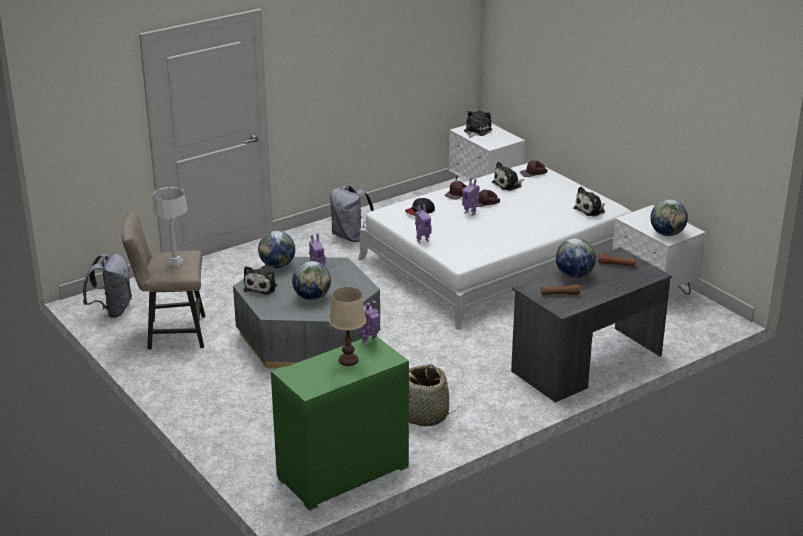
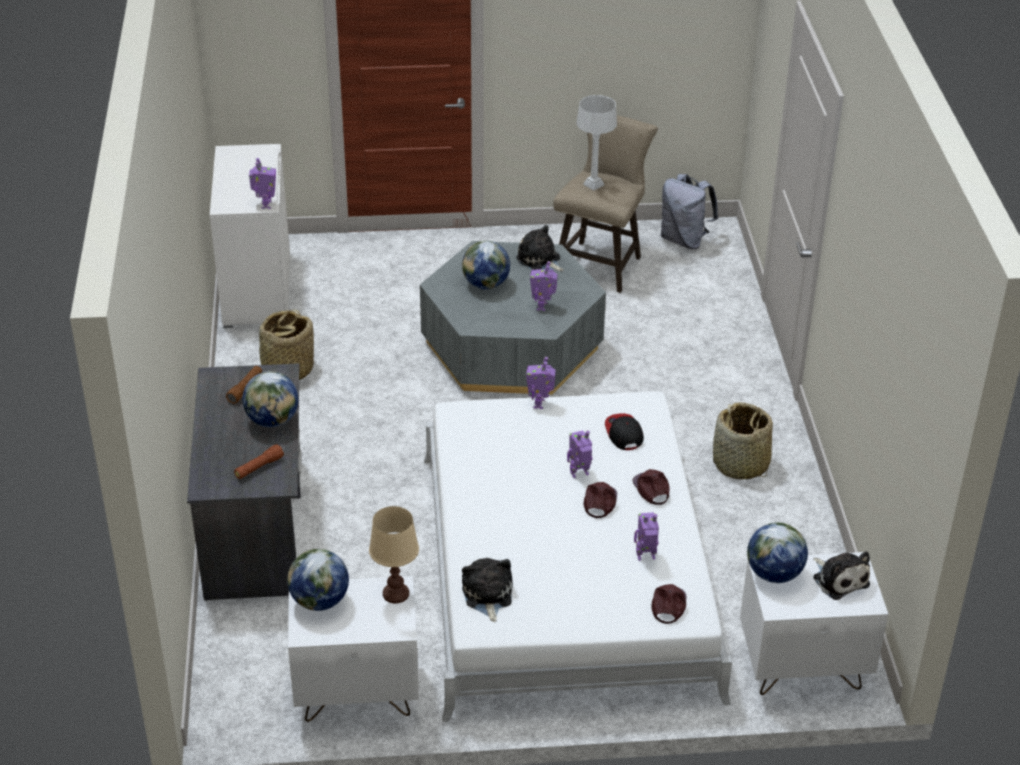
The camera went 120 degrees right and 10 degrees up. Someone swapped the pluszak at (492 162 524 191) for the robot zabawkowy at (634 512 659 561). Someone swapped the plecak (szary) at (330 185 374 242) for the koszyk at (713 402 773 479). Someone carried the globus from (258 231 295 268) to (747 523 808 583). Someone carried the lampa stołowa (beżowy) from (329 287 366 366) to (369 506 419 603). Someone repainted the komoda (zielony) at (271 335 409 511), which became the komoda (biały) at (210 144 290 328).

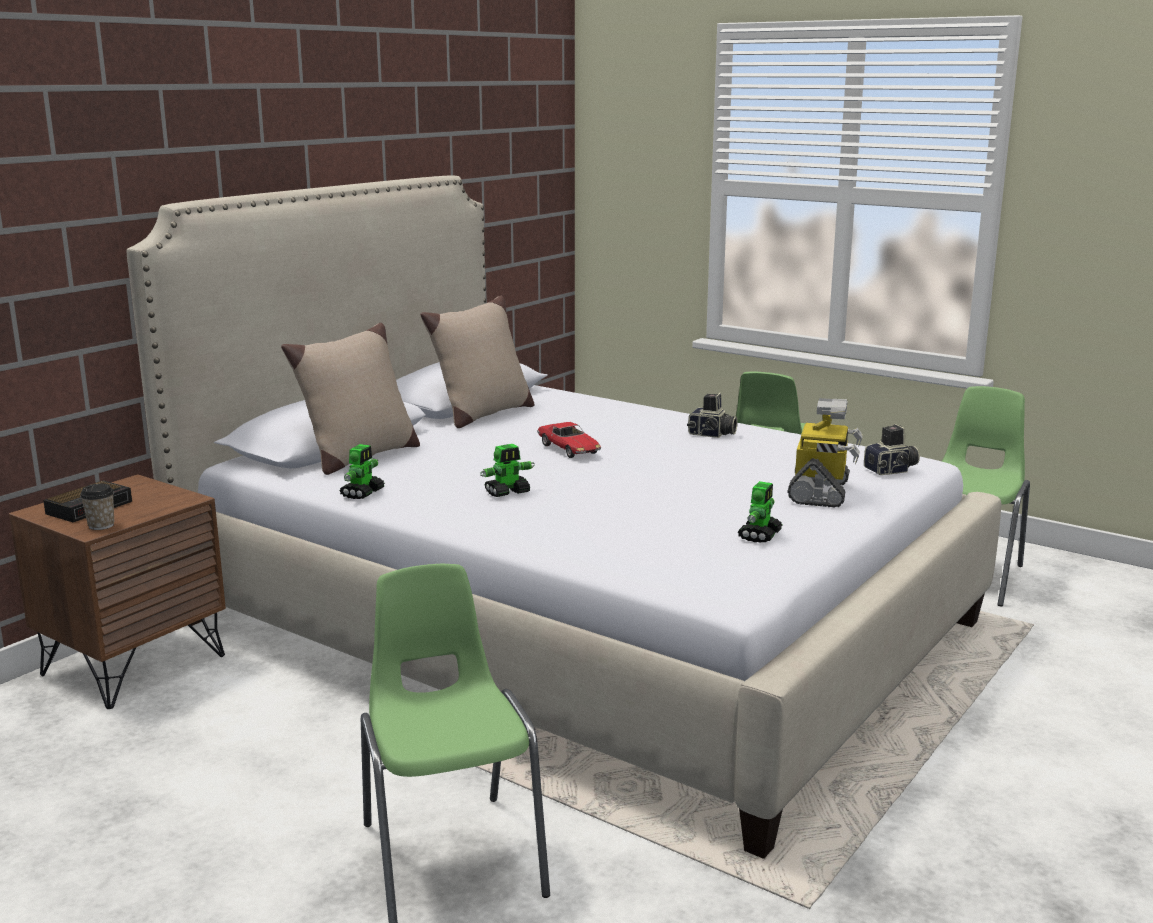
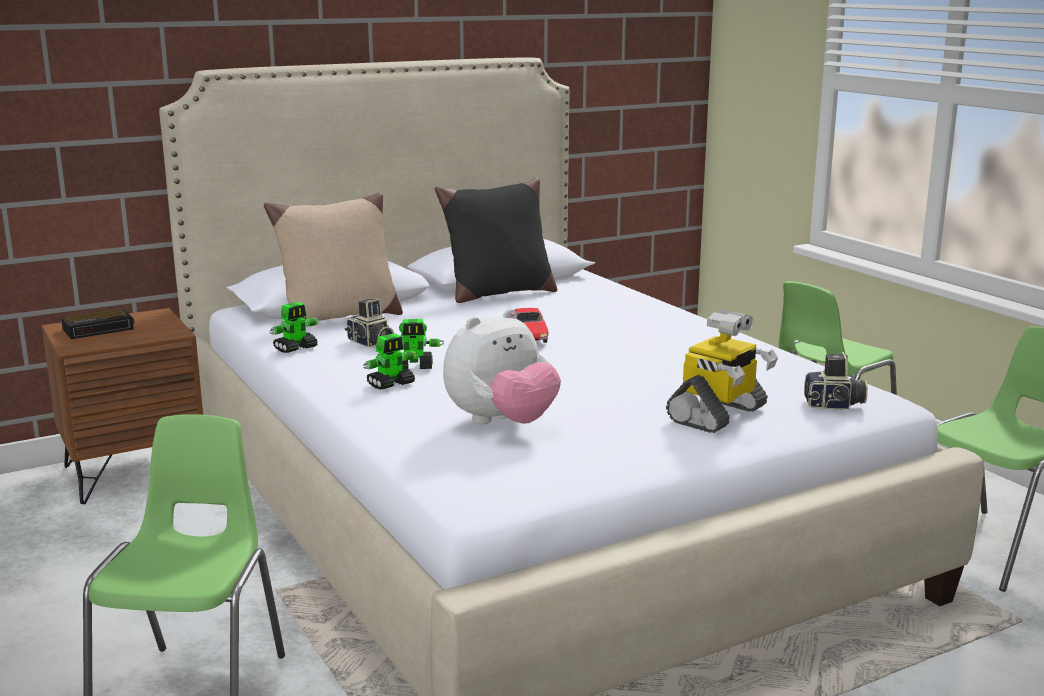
The camera went 25 degrees right and 0 degrees up. Someone repainted the poduszka (beżowy) at (420 296 534 428), which became the poduszka (czarny) at (435 178 557 303). Someone carried the aparat fotograficzny from (687 393 738 438) to (345 299 394 347). Someone carried the robot zabawkowy from (738 481 782 543) to (363 333 418 390). Someone took away the filiżanka at (80 484 114 530). Someone put down the pluszak at (443 309 561 424).

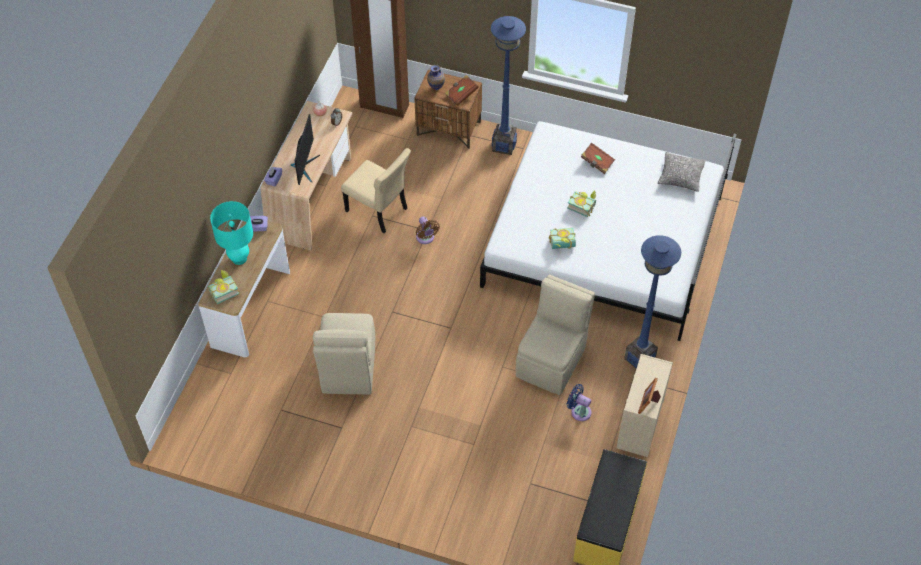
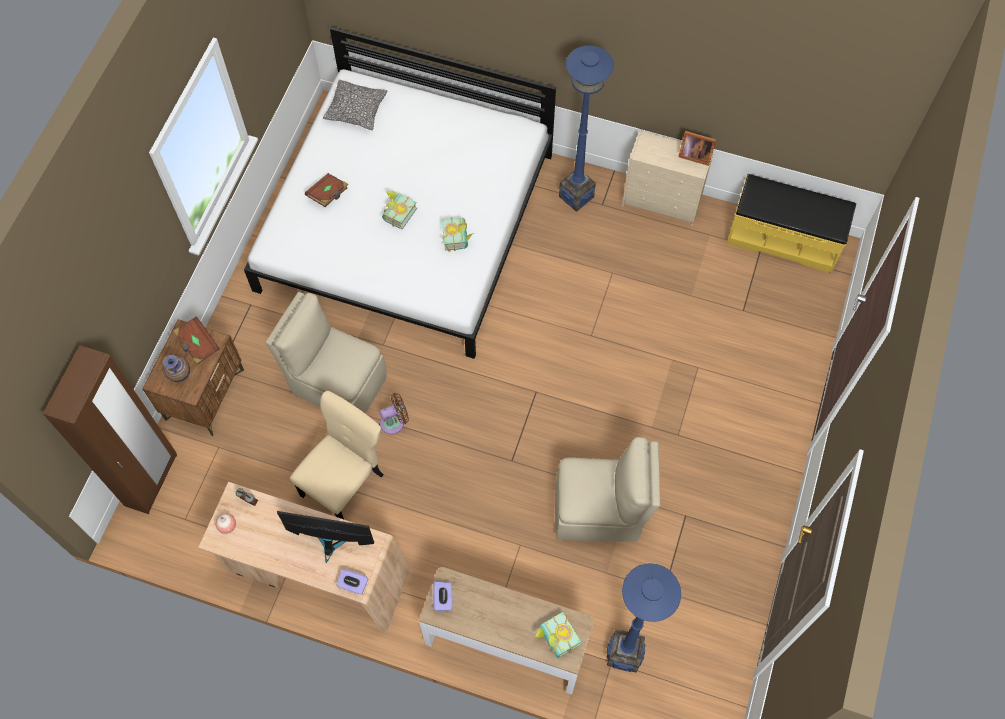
The camera went 90 degrees left and 10 degrees up. Someone carried the lampa stojąca (niebieski) from (491 16 526 155) to (606 563 681 672). Someone took away the lampa stołowa (turkusowy) at (210 201 253 265). Someone carried the krzesło (beżowy) from (516 275 595 395) to (265 292 387 414). Someone took away the wentylator (niebieski) at (567 384 591 421).

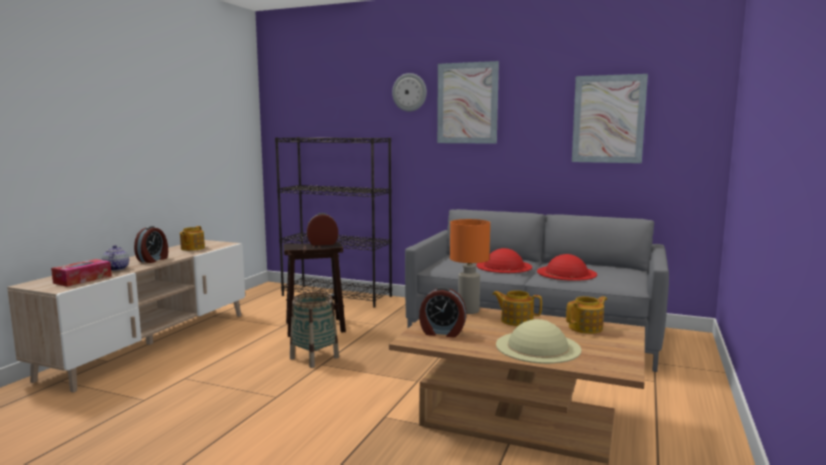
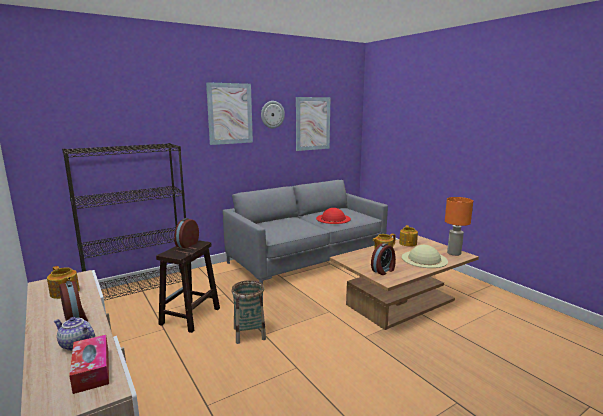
The camera went 55 degrees left and 5 degrees up. Someone carried the zegar ścienny from (392 73 427 111) to (261 101 285 128). Someone carried the lampa stołowa (pomarańczowy) from (450 219 490 314) to (445 197 473 256). Someone took away the kapelusz (czerwony) at (476 248 532 273).

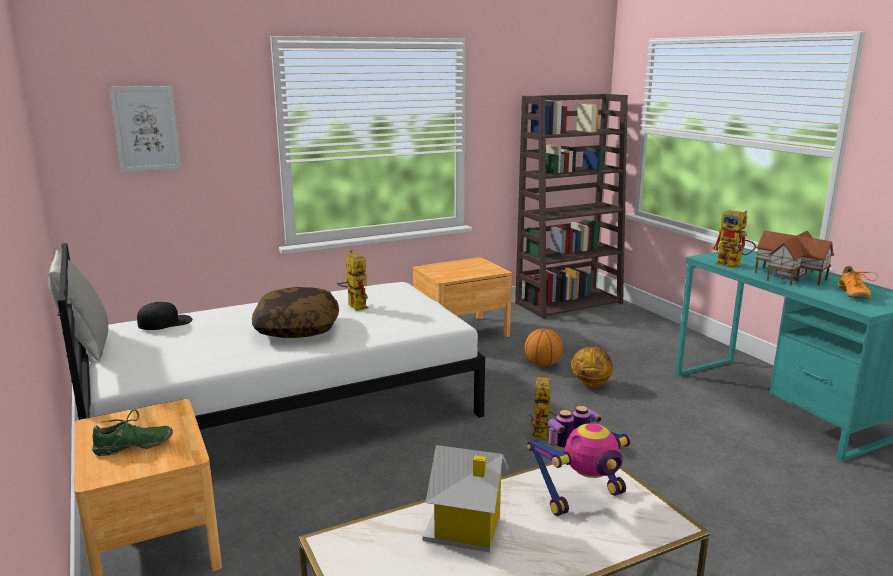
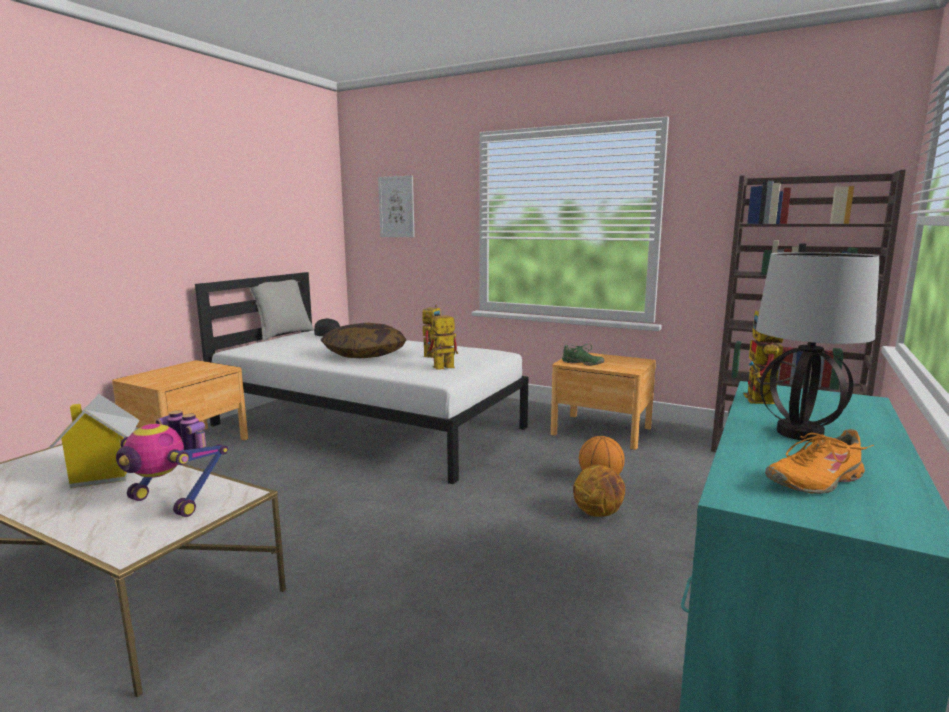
The camera went 55 degrees right and 5 degrees down. Someone swapped the domek at (755 230 834 286) for the lampa stołowa at (756 252 880 441). Someone carried the robot zabawkowy from (528 377 557 439) to (426 314 458 370). Someone carried the but (zielony) from (92 409 173 456) to (562 344 604 366).

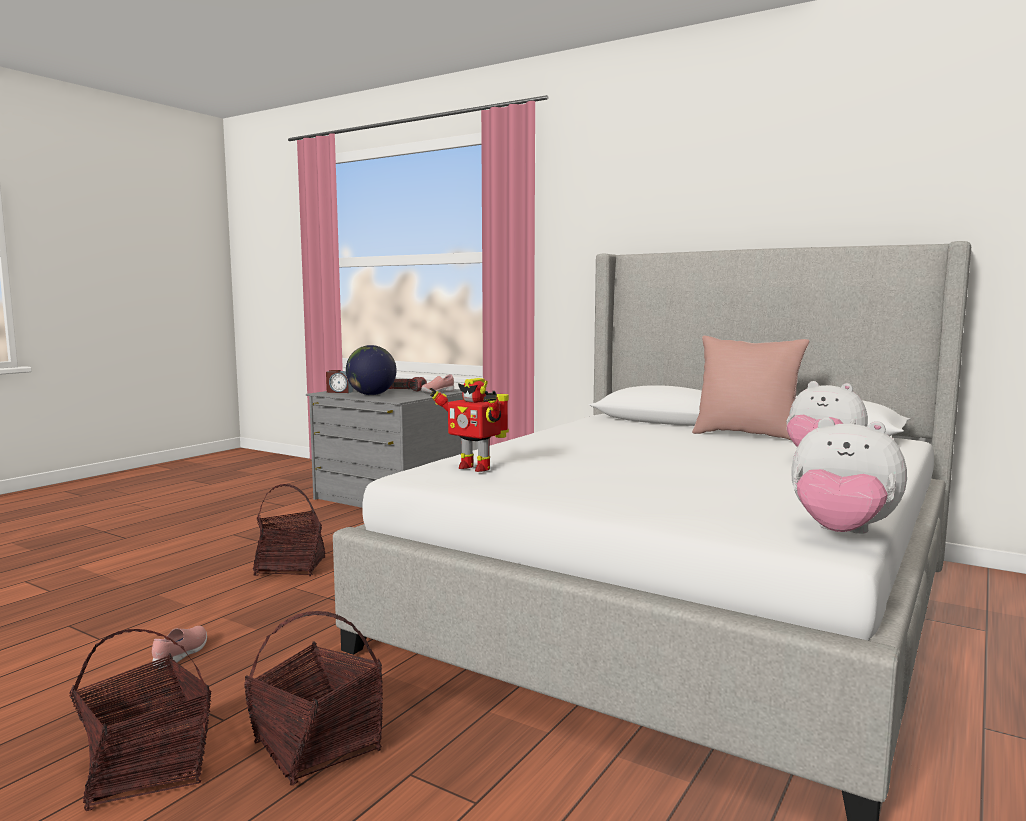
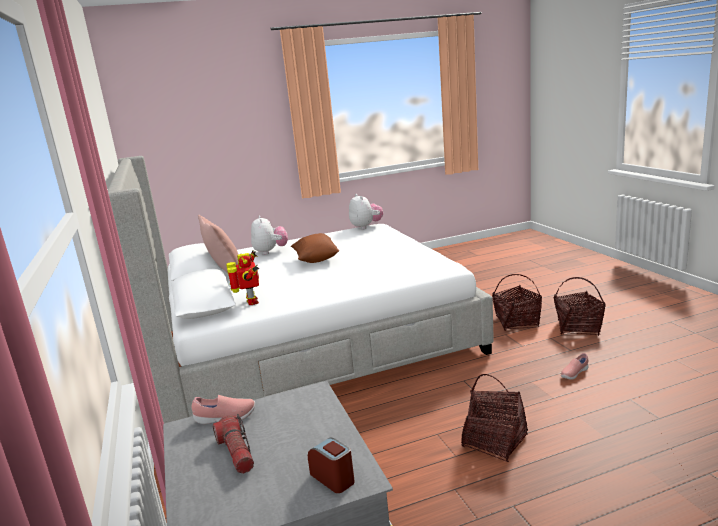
The camera went 140 degrees left and 10 degrees up. Someone took away the globus at (346 345 397 395). Someone carried the robot zabawkowy from (430 378 509 472) to (226 250 259 305). Someone put down the poduszka (brązowy) at (291 233 339 263).

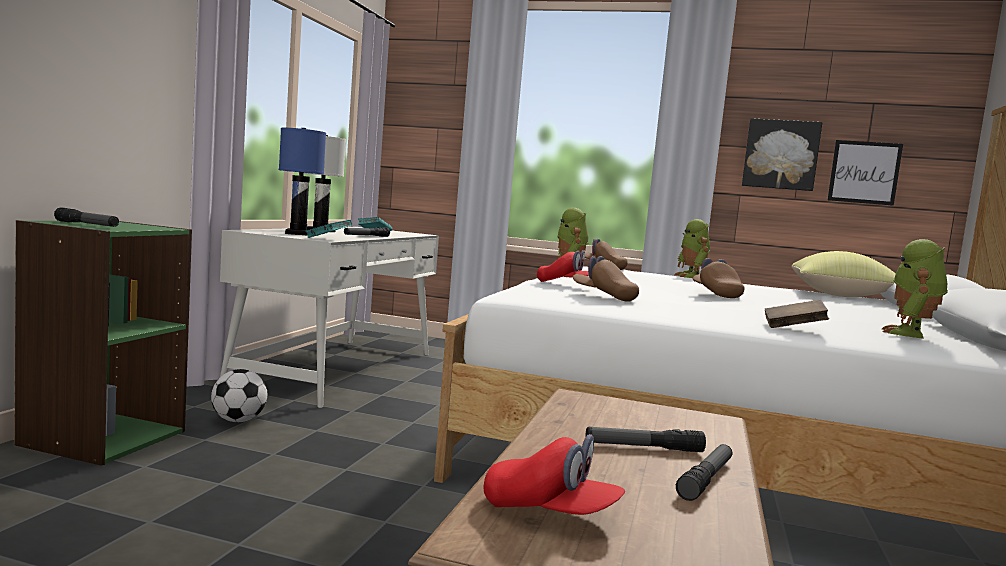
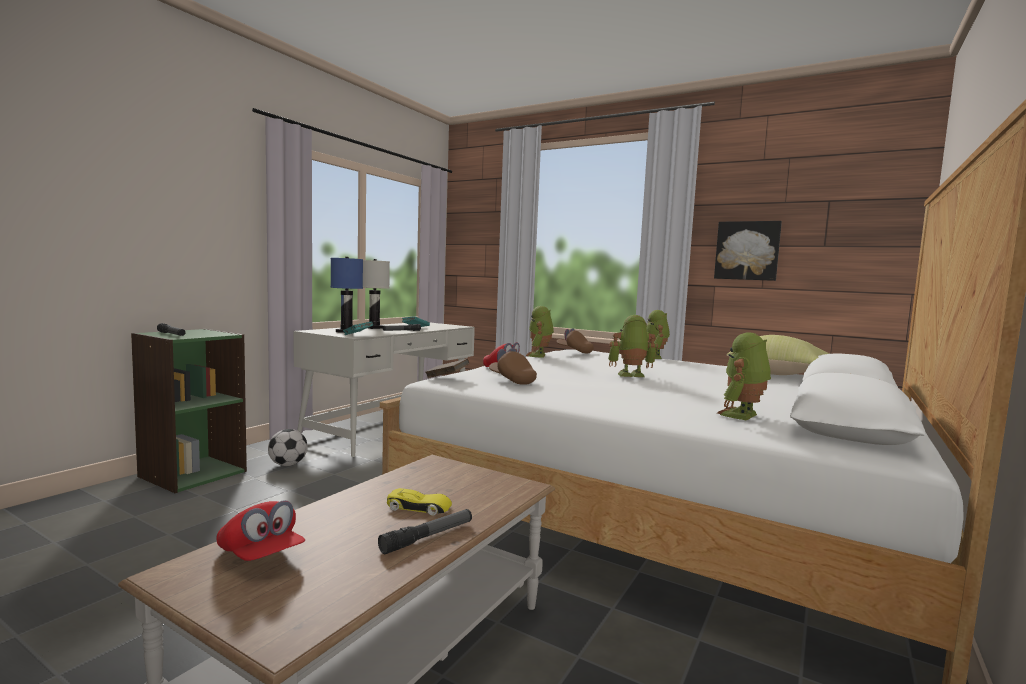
The camera went 15 degrees right and 0 degrees up. Someone took away the obraz at (828 140 903 206). Someone swapped the czapka z daszkiem (brązowy) at (693 258 745 298) for the robot zabawkowy at (608 315 658 377). Someone carried the książka (brązowy) from (765 300 829 328) to (425 359 469 378). Someone swapped the latarka at (586 427 706 452) for the samochodzik (żółty) at (387 488 452 516).

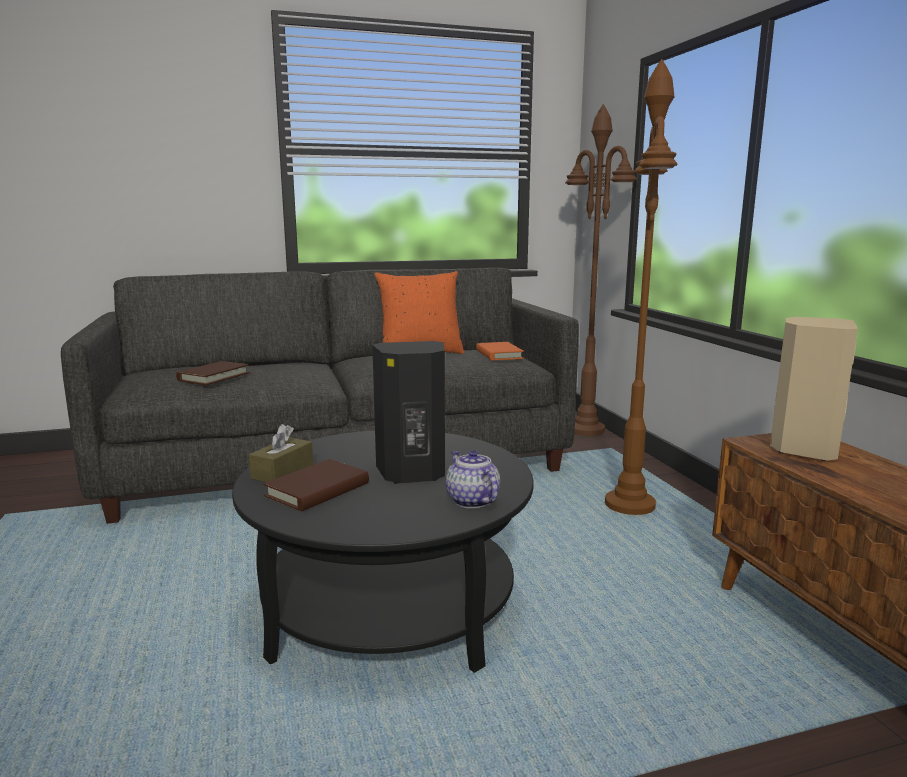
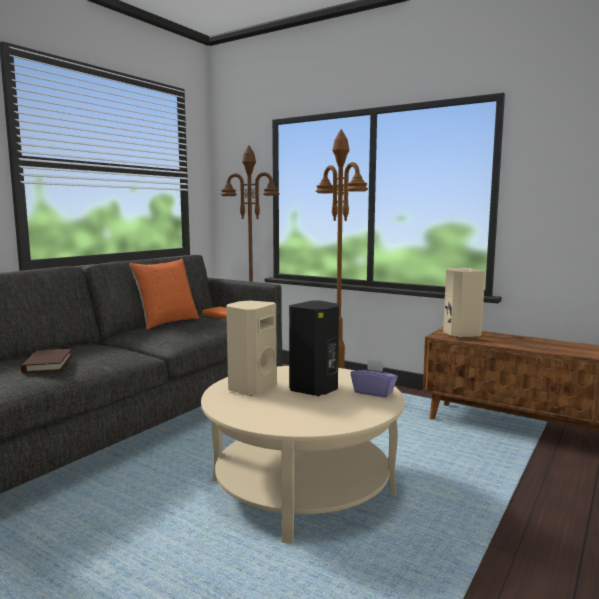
The camera went 40 degrees left and 5 degrees down. Someone took away the pudełko chusteczek (brązowy) at (249 424 313 482). Someone repainted the ława (czarny) at (232 430 534 673), which became the ława (beżowy) at (201 366 404 544). Someone swapped the imbryk at (446 450 500 508) for the pudełko chusteczek (fioletowy) at (351 359 398 398). Someone took away the książka (brązowy) at (263 459 369 511). Someone put down the głośnik (beżowy) at (226 301 277 396).

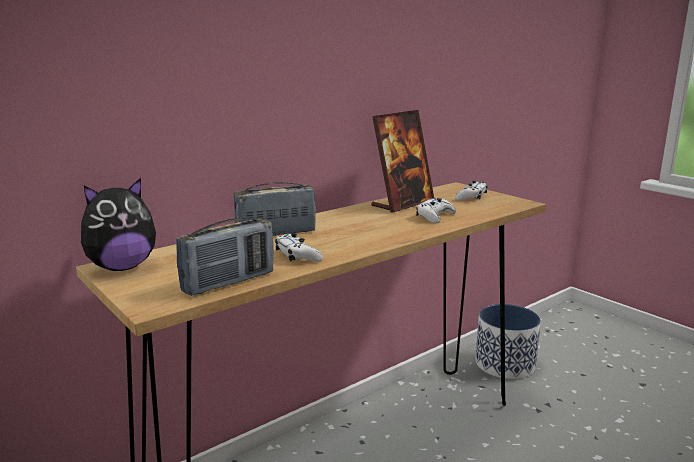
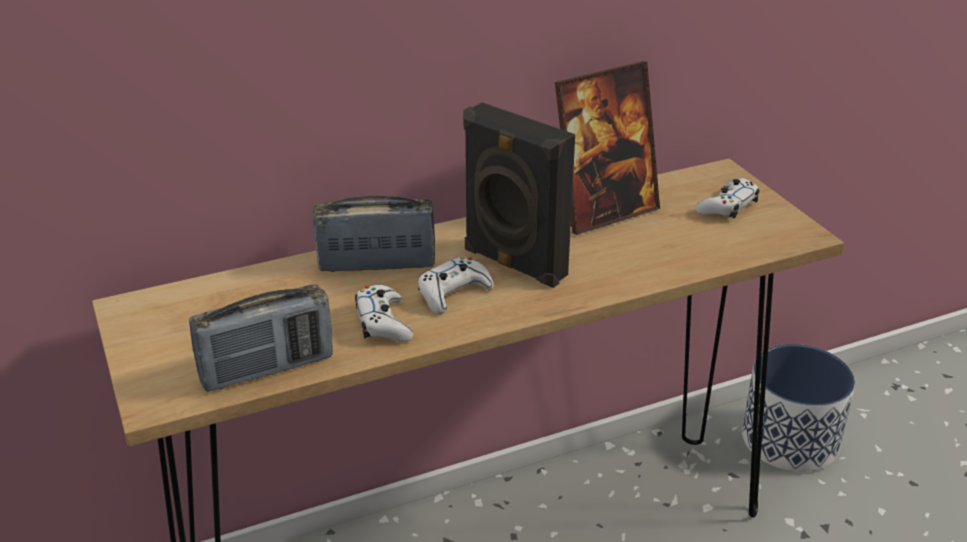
The camera went 15 degrees right and 15 degrees up. Someone took away the pluszak at (81 178 156 271). Someone carried the pad do gier (biały) from (416 198 456 224) to (418 257 494 314). Someone put down the głośnik (czarny) at (463 102 575 288).

